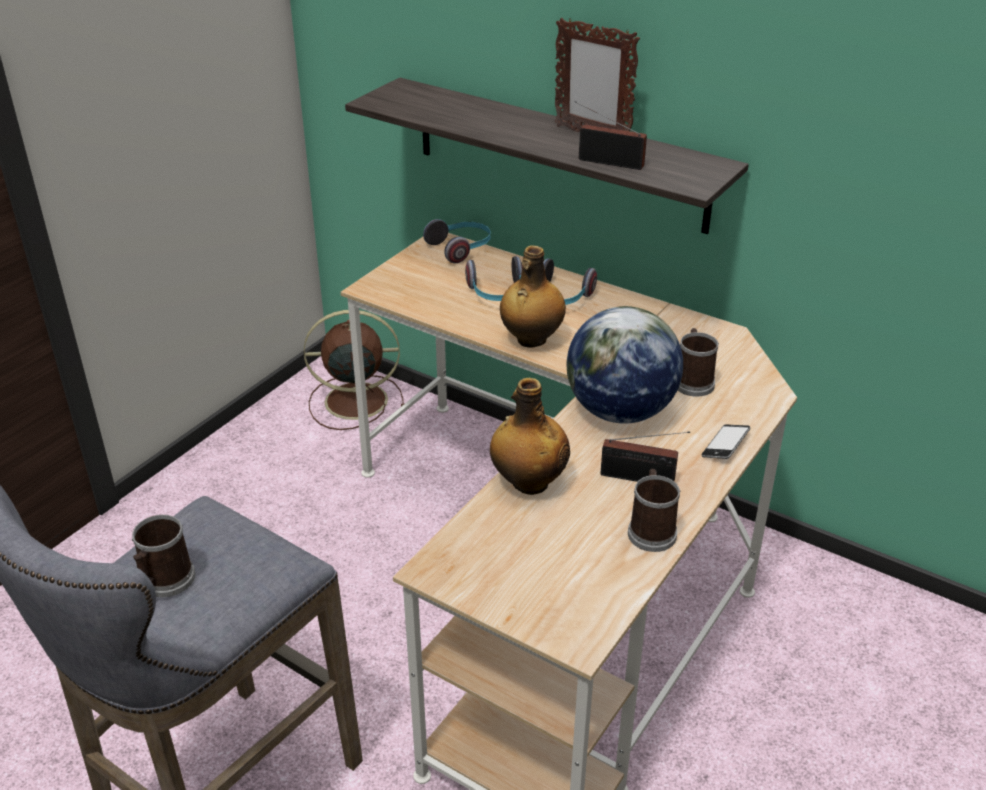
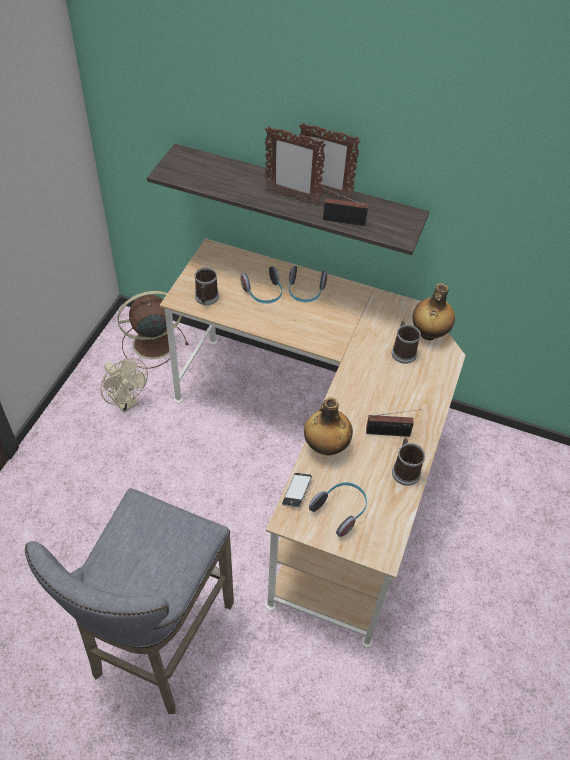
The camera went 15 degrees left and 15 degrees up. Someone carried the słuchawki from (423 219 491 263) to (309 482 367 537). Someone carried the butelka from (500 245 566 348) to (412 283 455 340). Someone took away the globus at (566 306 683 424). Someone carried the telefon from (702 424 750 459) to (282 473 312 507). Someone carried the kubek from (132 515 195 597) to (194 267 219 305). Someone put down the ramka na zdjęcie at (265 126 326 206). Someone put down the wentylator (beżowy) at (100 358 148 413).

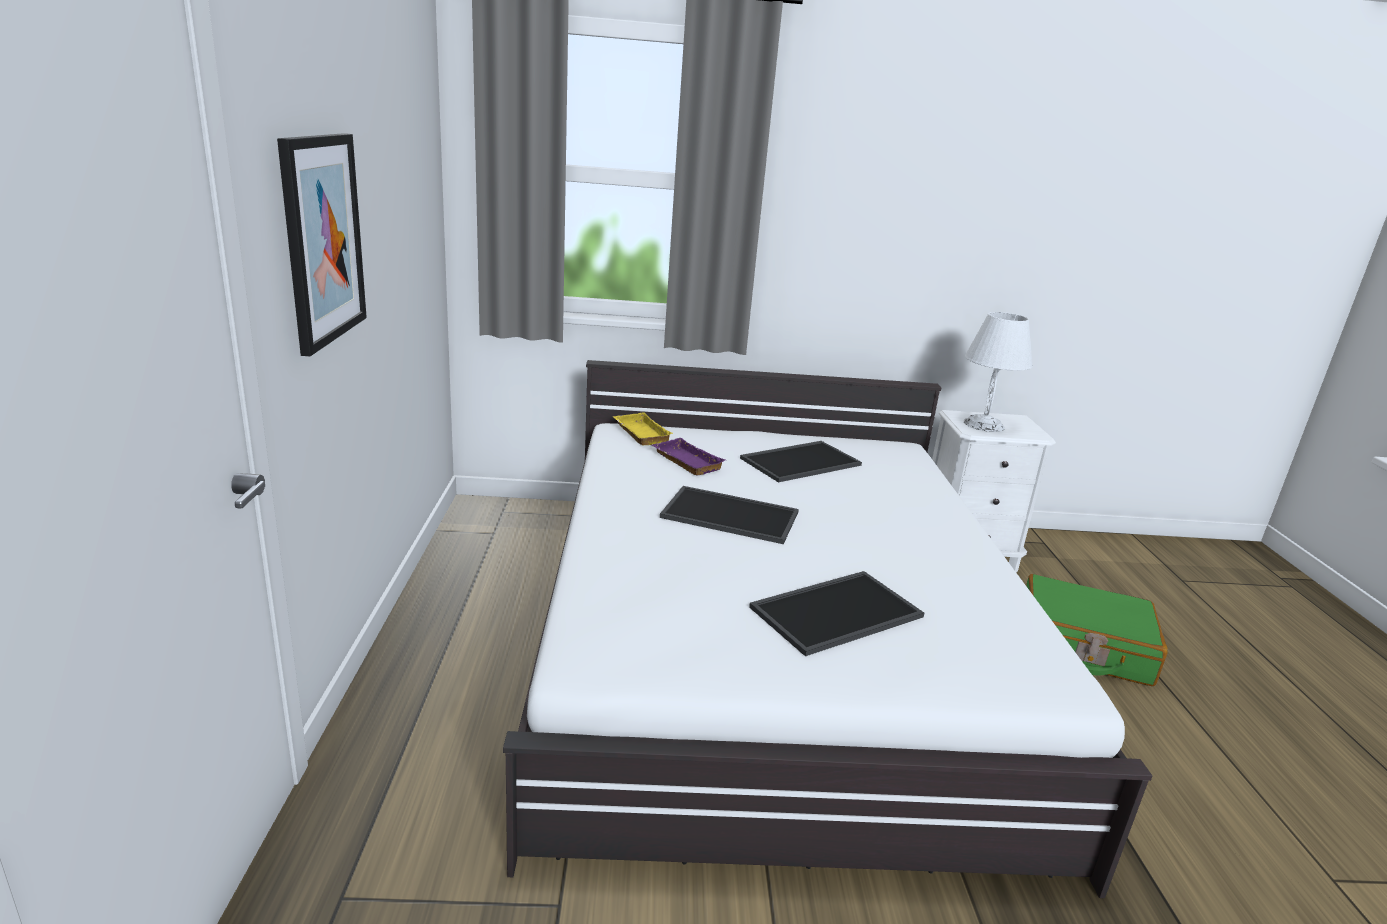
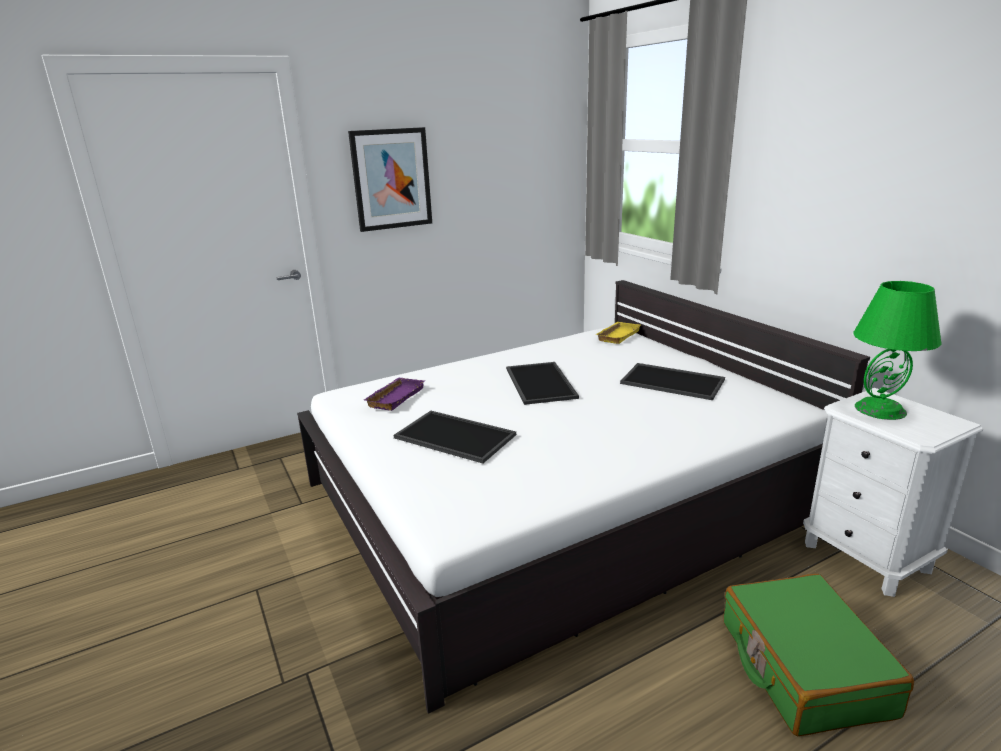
The camera went 65 degrees right and 0 degrees up. Someone repainted the lampa stołowa (biały) at (964 312 1033 432), which became the lampa stołowa (zielony) at (853 281 942 420). Someone carried the taca (fioletowy) from (651 438 726 476) to (364 378 425 411).

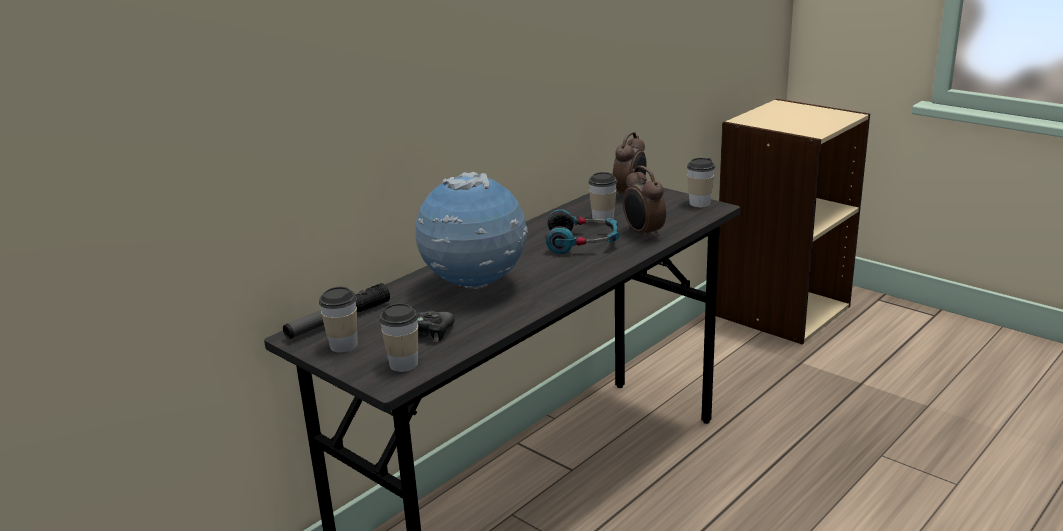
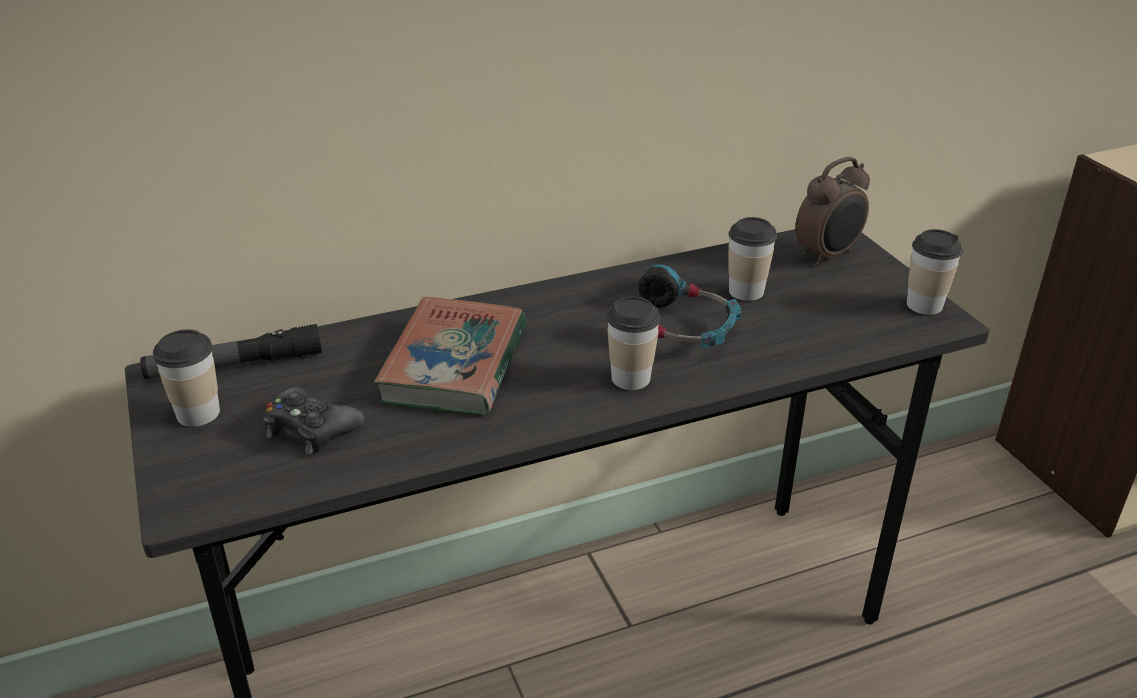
The camera went 25 degrees right and 10 degrees up. Someone took away the budzik at (623 166 666 240). Someone swapped the globus at (416 172 528 289) for the książka at (374 297 526 415). Someone carried the filiżanka from (379 303 418 372) to (606 297 661 390).

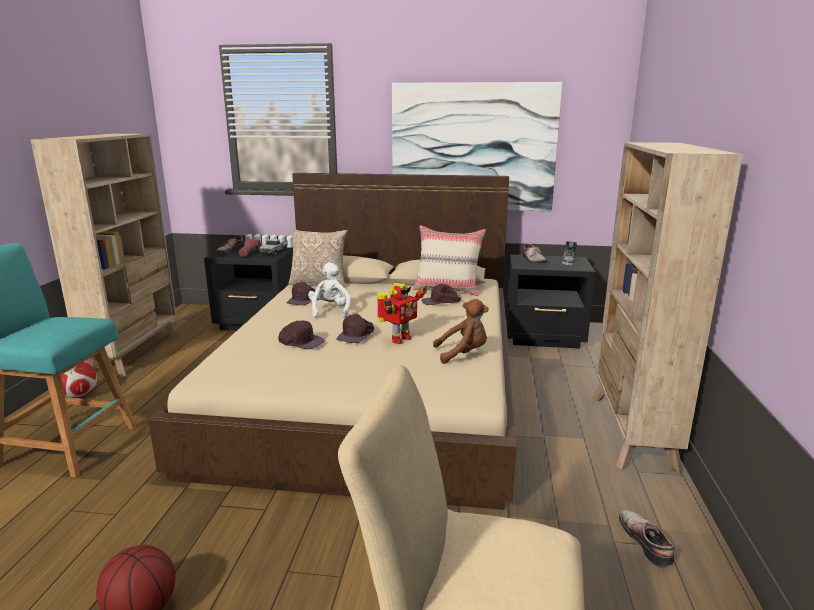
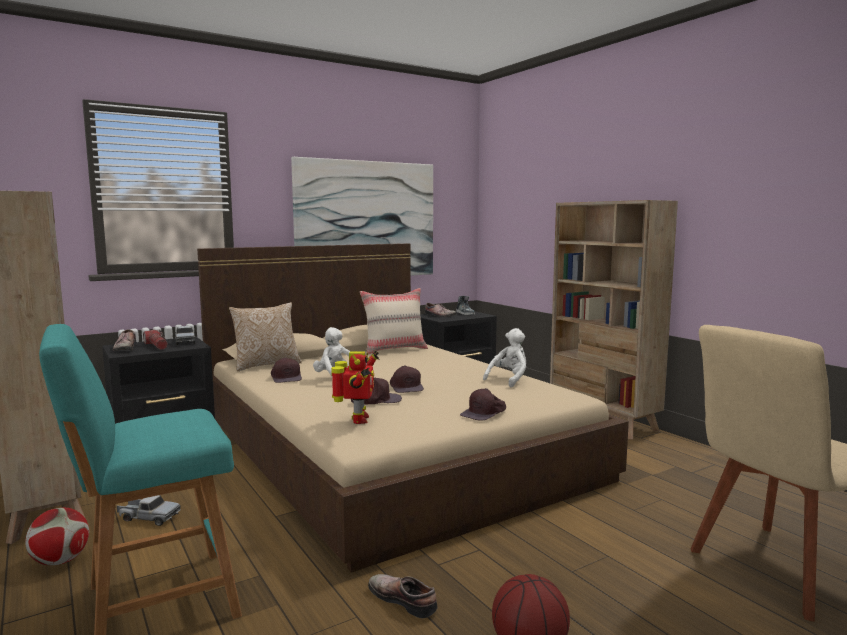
The camera went 40 degrees left and 10 degrees down. Someone carried the robot zabawkowy from (377 283 428 344) to (331 351 379 424). Someone carried the czapka z daszkiem (brązowy) from (421 284 461 305) to (460 388 506 421). Someone repainted the pluszak (brązowy) at (433 299 489 364), which became the pluszak (biały) at (483 328 526 387). Someone carried the but from (619 510 674 567) to (368 574 438 618). Someone put down the ciężarówka zabawkowa at (117 495 181 526).

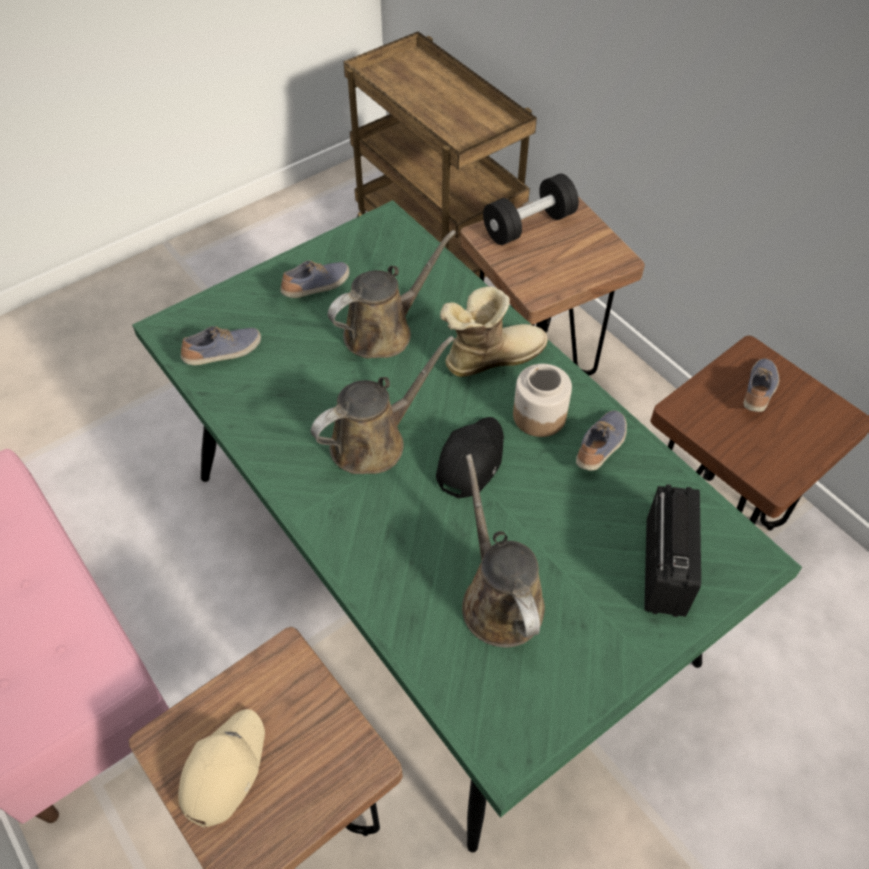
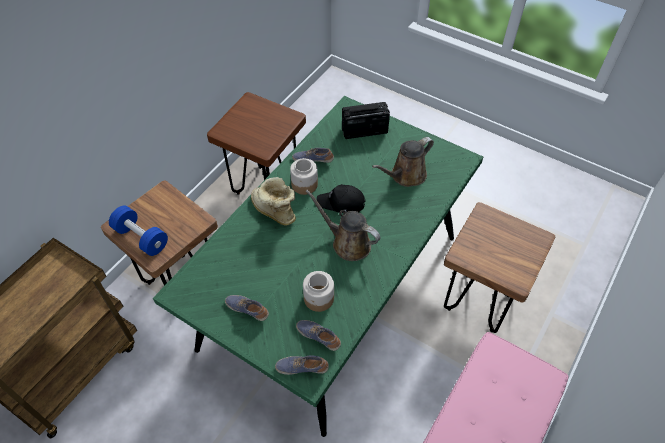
The camera went 110 degrees left and 0 degrees up. Someone repainted the hantel (czarny) at (483 174 579 245), which became the hantel (niebieski) at (109 206 168 256). Someone took away the konewka (brązowy) at (328 230 456 358). Someone carried the but from (743 359 779 412) to (275 356 329 375). Someone took away the czapka z daszkiem (beżowy) at (178 709 265 828). Someone put down the słoik at (303 271 334 312).

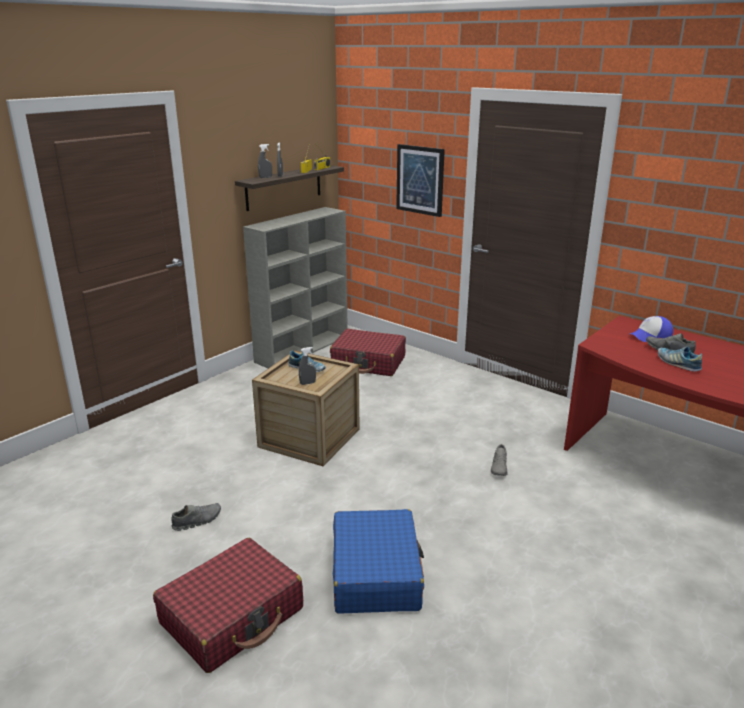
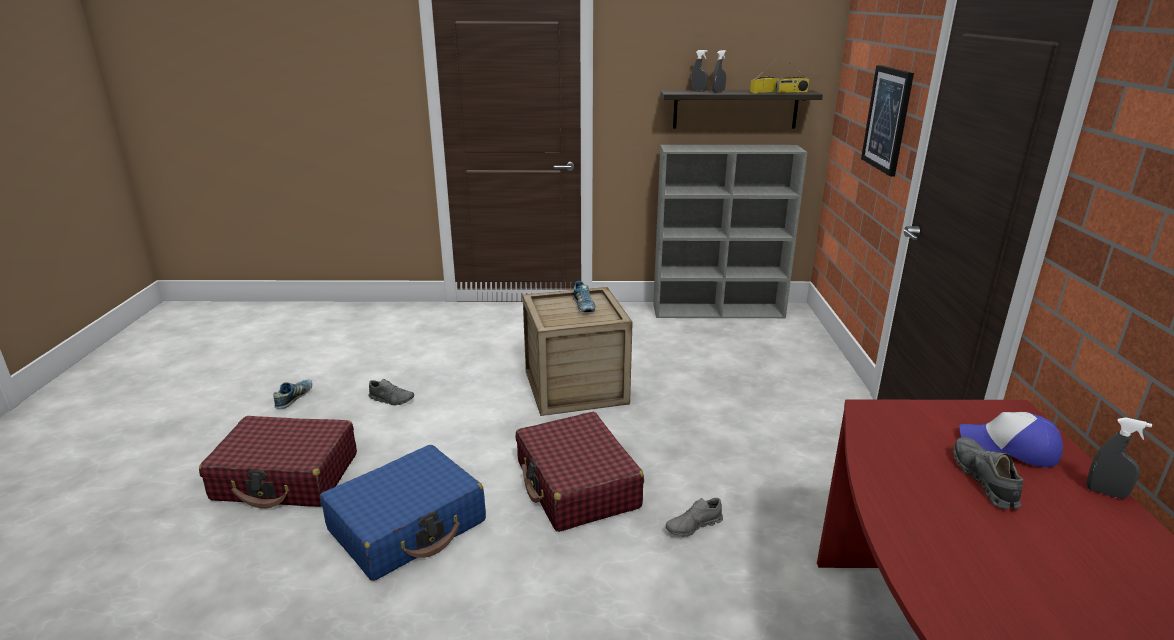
The camera went 50 degrees right and 0 degrees up. Someone carried the walizka (czerwony) from (330 329 406 376) to (516 412 644 532). Someone carried the but from (658 346 702 372) to (273 380 312 409). Someone carried the spryskiwacz (szary) from (299 347 316 385) to (1086 417 1152 499).

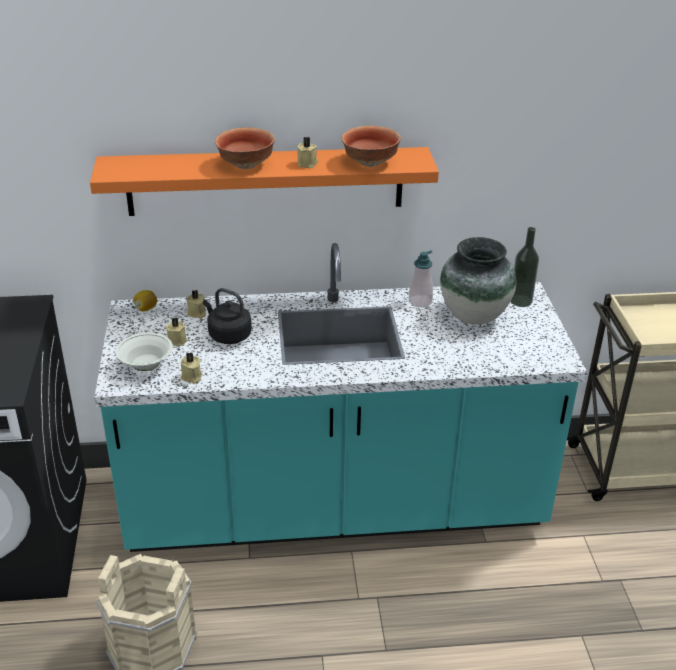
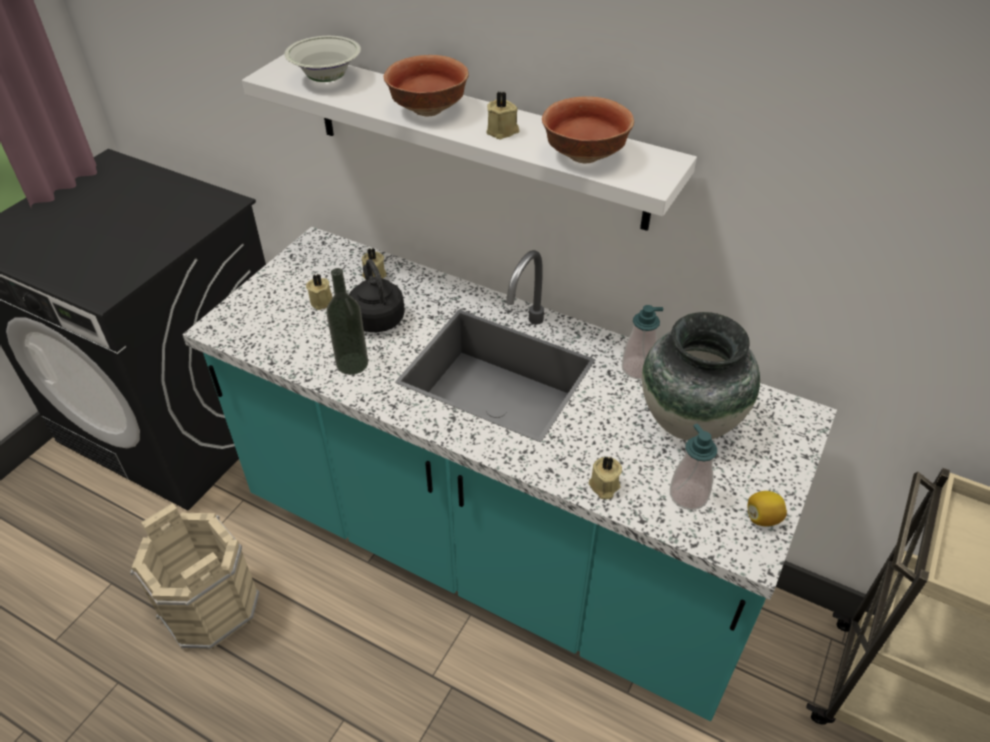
The camera went 35 degrees right and 10 degrees up. Someone repainted the półka (pomarańczowy) at (90 147 439 216), which became the półka (biały) at (242 54 697 231). Someone carried the butelka from (511 227 539 307) to (326 268 368 375). Someone carried the cytryna from (134 290 157 311) to (748 491 787 526). Someone carried the miska (biały) from (115 333 173 371) to (284 36 361 82). Someone carried the świeca (beżowy) from (181 352 203 384) to (589 457 622 499). Someone put down the dozownik mydła at (670 424 717 510).

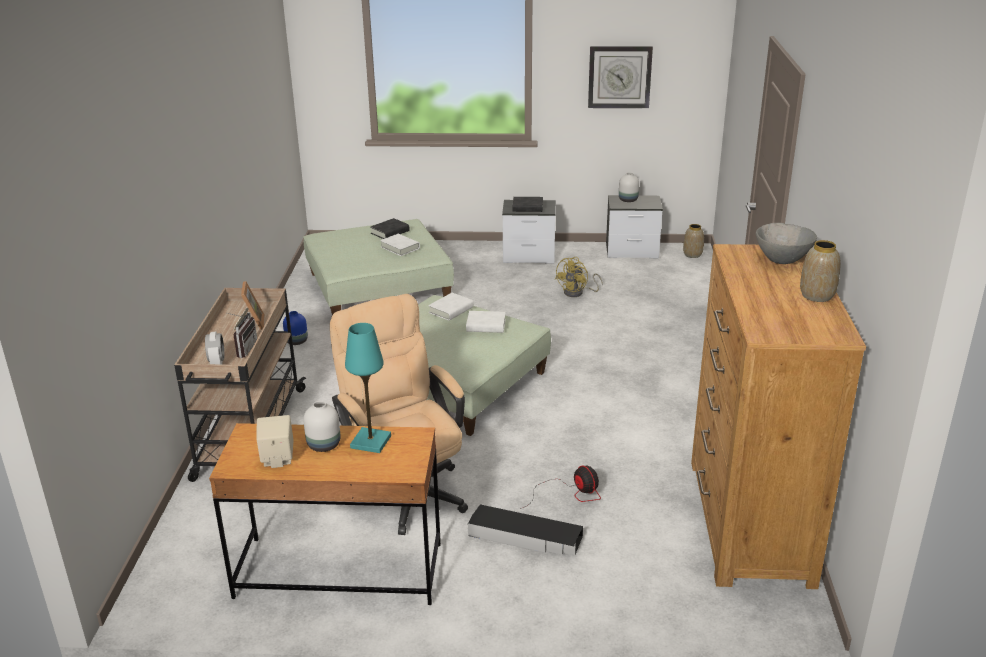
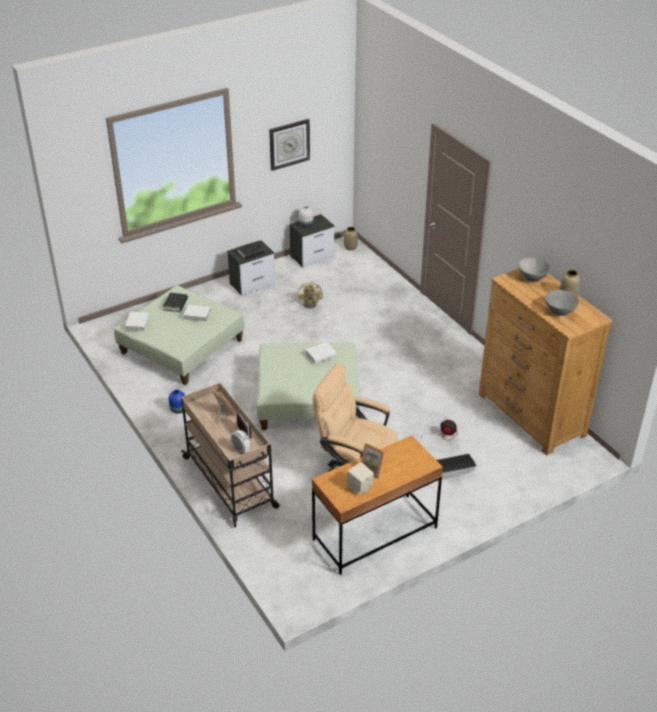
The camera went 35 degrees left and 10 degrees up. Someone carried the książka (biały) from (428 293 474 321) to (125 312 149 331). Someone took away the lampa stołowa (turkusowy) at (345 323 391 453). Someone swapped the wazon (biały) at (303 401 340 452) for the ramka na zdjęcie at (361 443 385 479). Someone put down the miska (szary) at (545 290 580 316).

